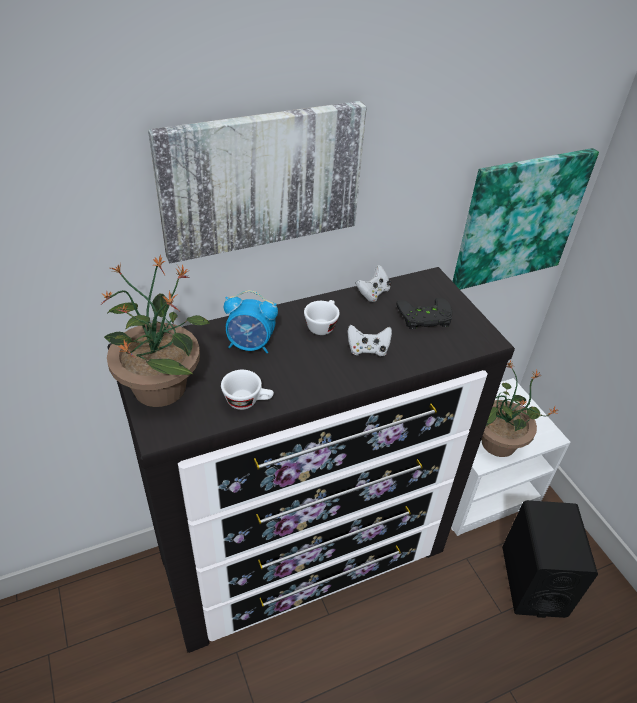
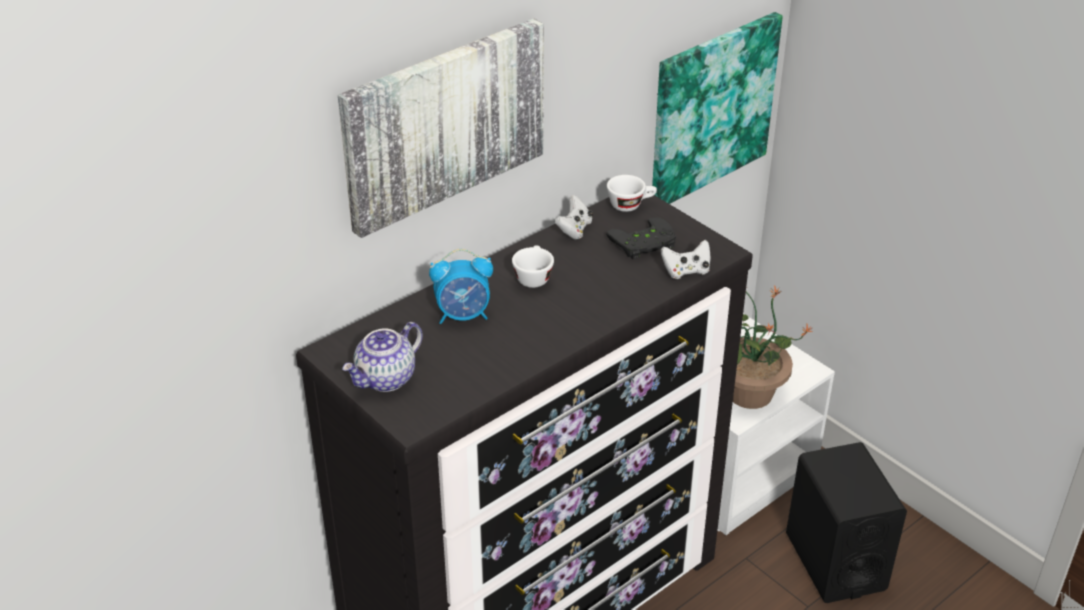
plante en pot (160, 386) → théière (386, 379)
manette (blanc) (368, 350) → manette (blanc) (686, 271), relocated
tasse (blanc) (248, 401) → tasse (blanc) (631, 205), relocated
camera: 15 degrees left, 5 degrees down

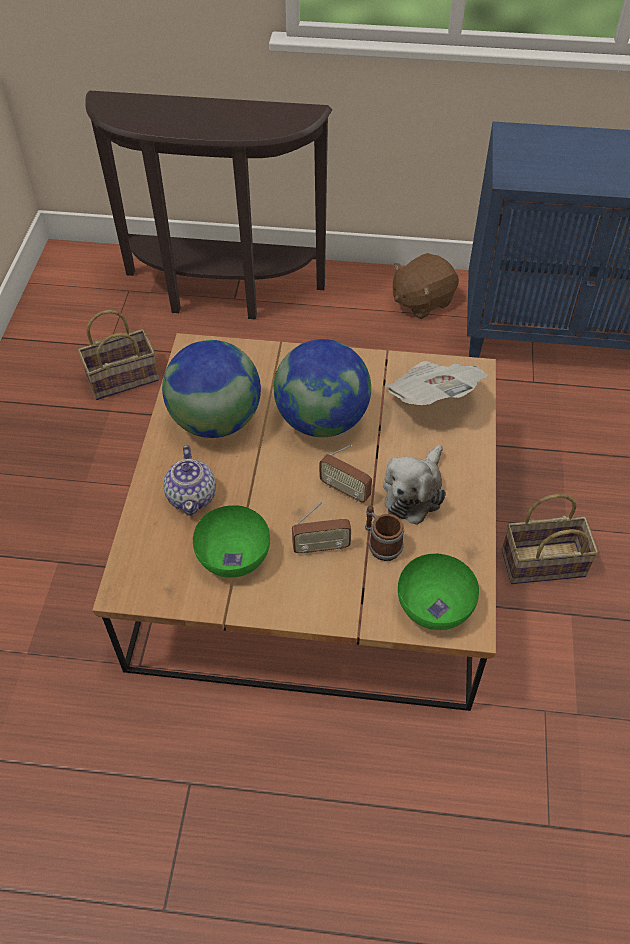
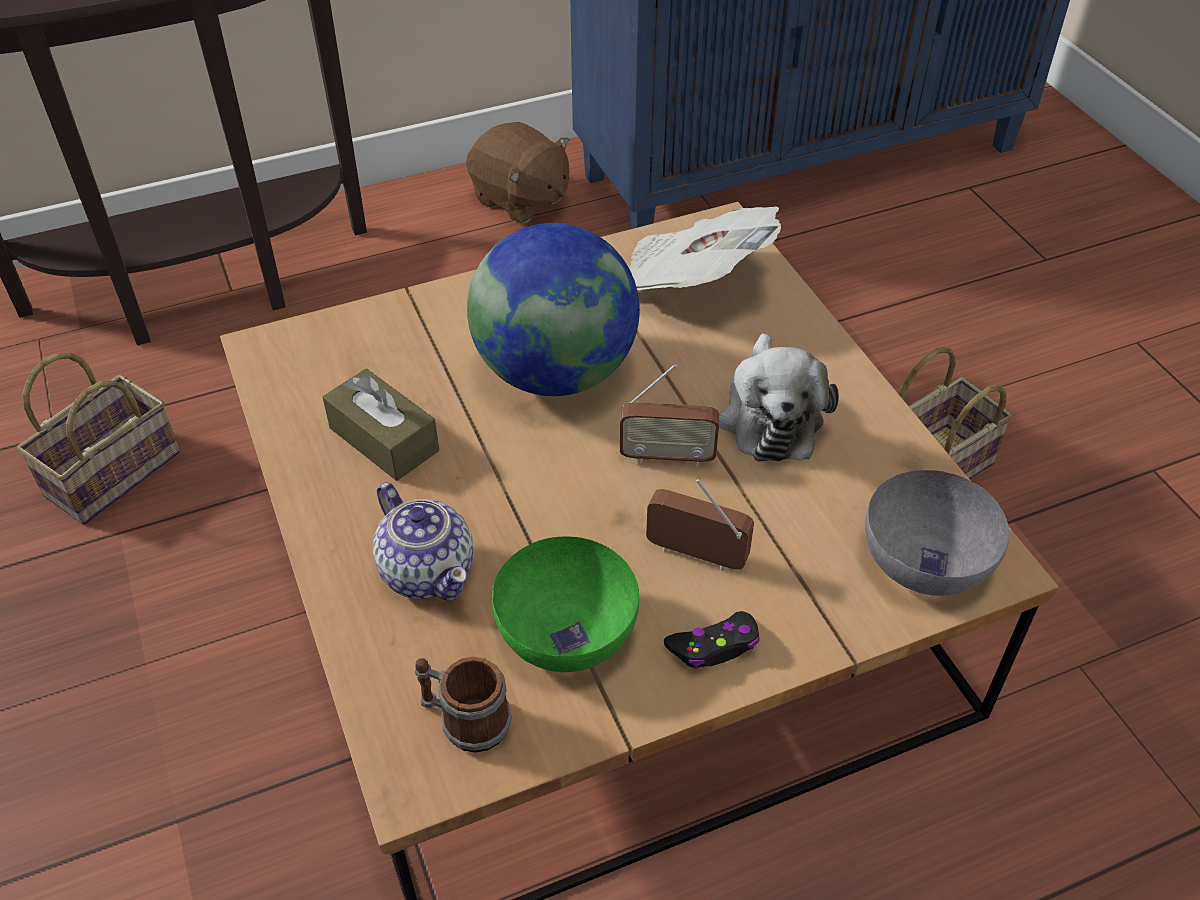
peluche (marron) (421, 301) → peluche (marron) (520, 200), 75 degrees counterclockwise
globe (216, 421) → boîte à mouchoirs (marron) (384, 439)
radio (321, 547) → radio (696, 555), 120 degrees counterclockwise
mug (381, 543) → mug (464, 721), relocated
bol (vert) (435, 604) → bol (gris) (925, 559)
- → manette (noir) (714, 647)
camera: 30 degrees left, 5 degrees down

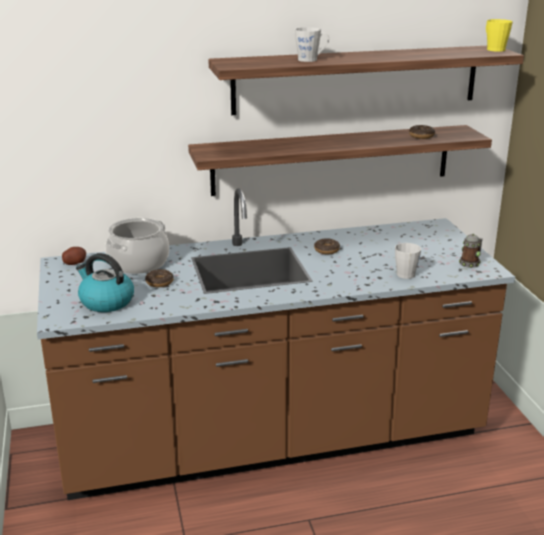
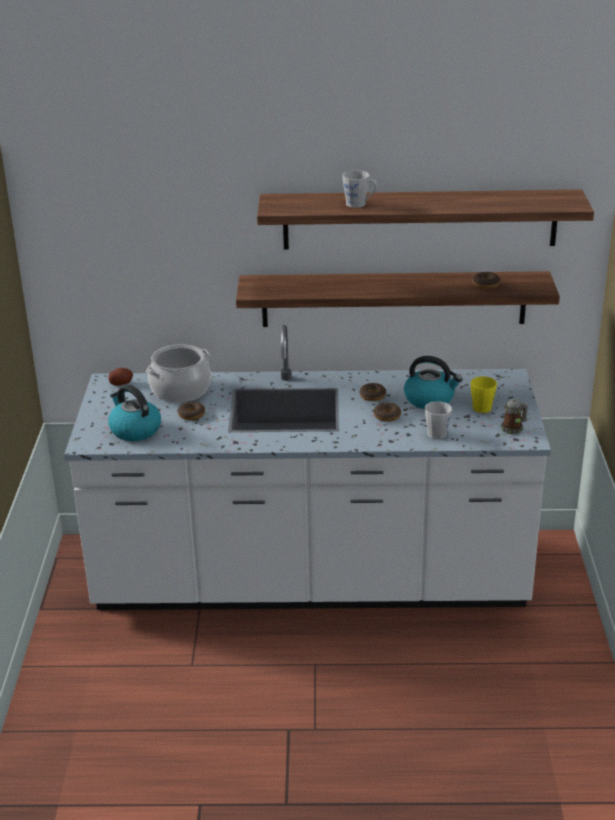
mug (jaune) (493, 49) → mug (jaune) (481, 406), relocated
comptoir de cuisine (marron) (272, 438) → comptoir de cuisine (blanc) (311, 580)
- → bouilloire (430, 399)
- → beignet (387, 416)
camera: 15 degrees right, 5 degrees up

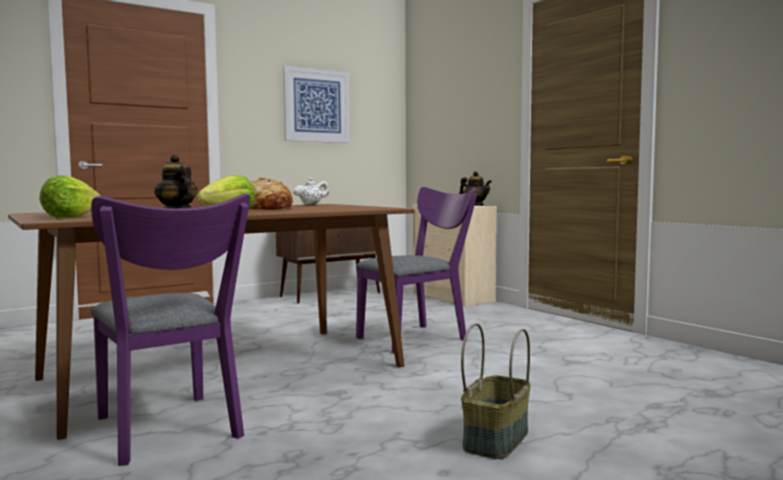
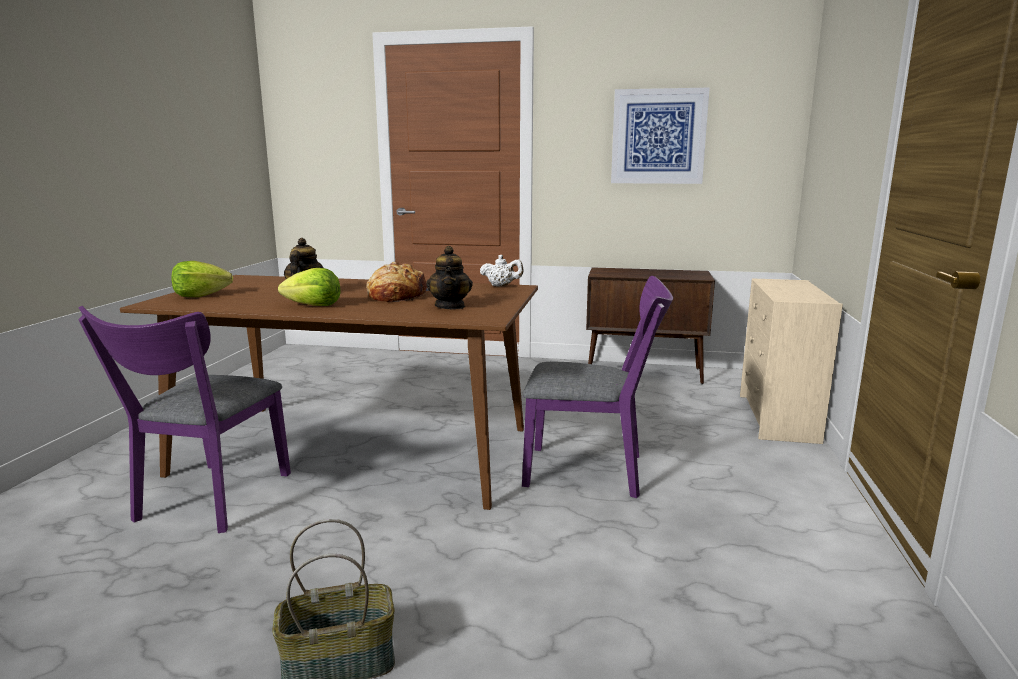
théière (475, 205) → théière (450, 306), relocated
camera: 45 degrees right, 10 degrees up

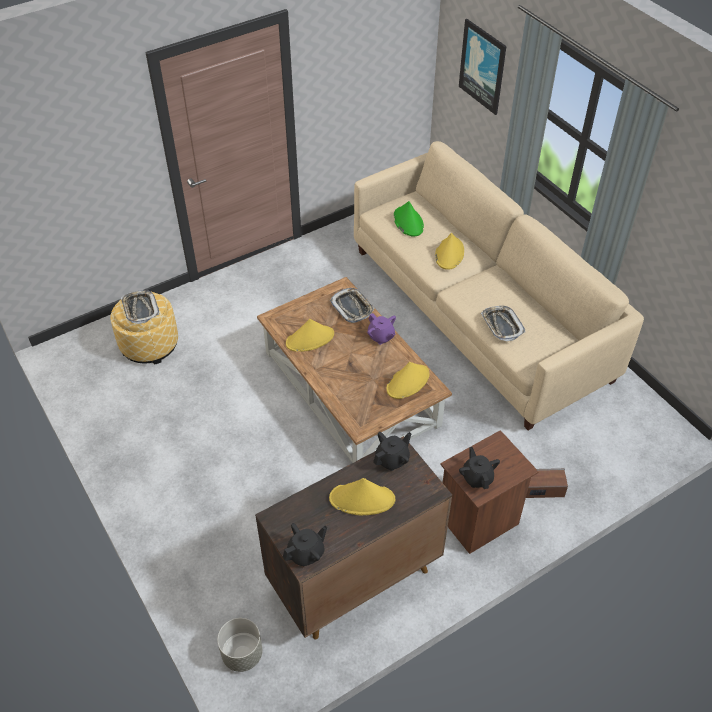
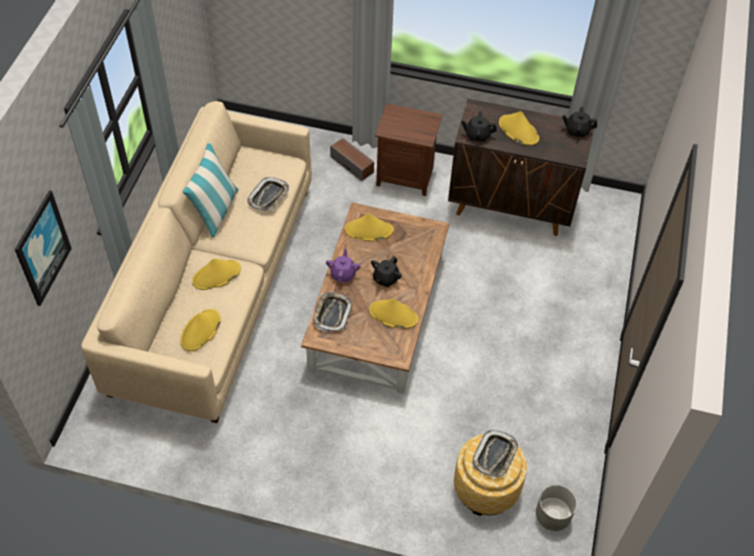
chapeau (vert) (408, 222) → chapeau (jaune) (200, 330)
théière (noir) (477, 477) → théière (noir) (385, 279), relocated
cache-pot (gris) (242, 654) → cache-pot (gris) (553, 516), relocated
- → coussin (216, 211)
camera: 135 degrees left, 5 degrees up

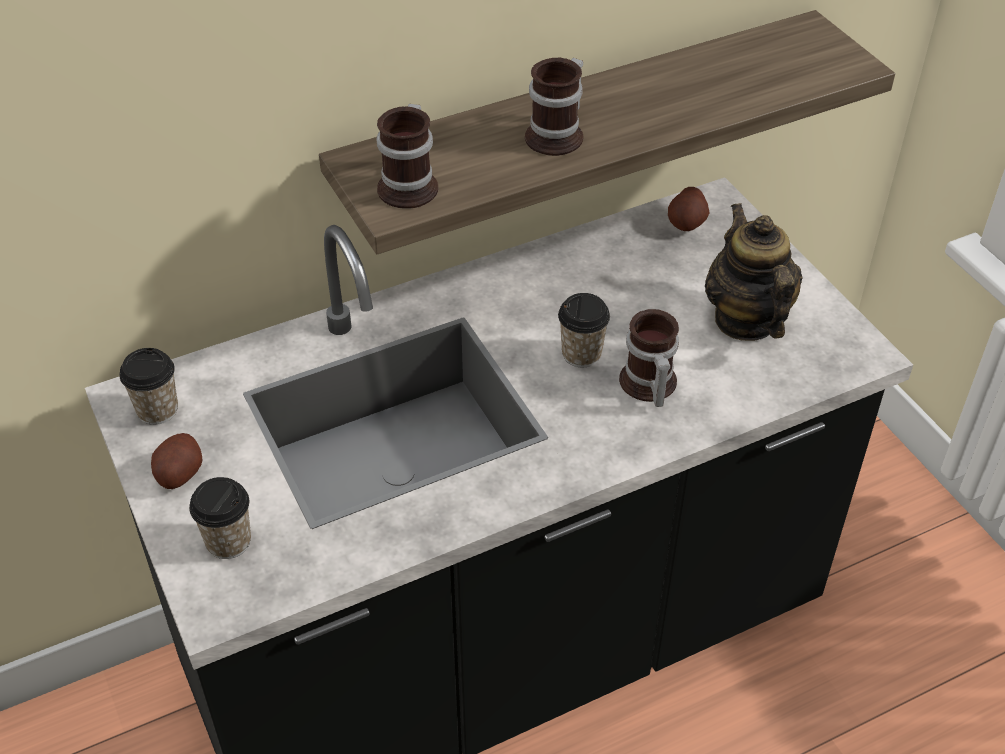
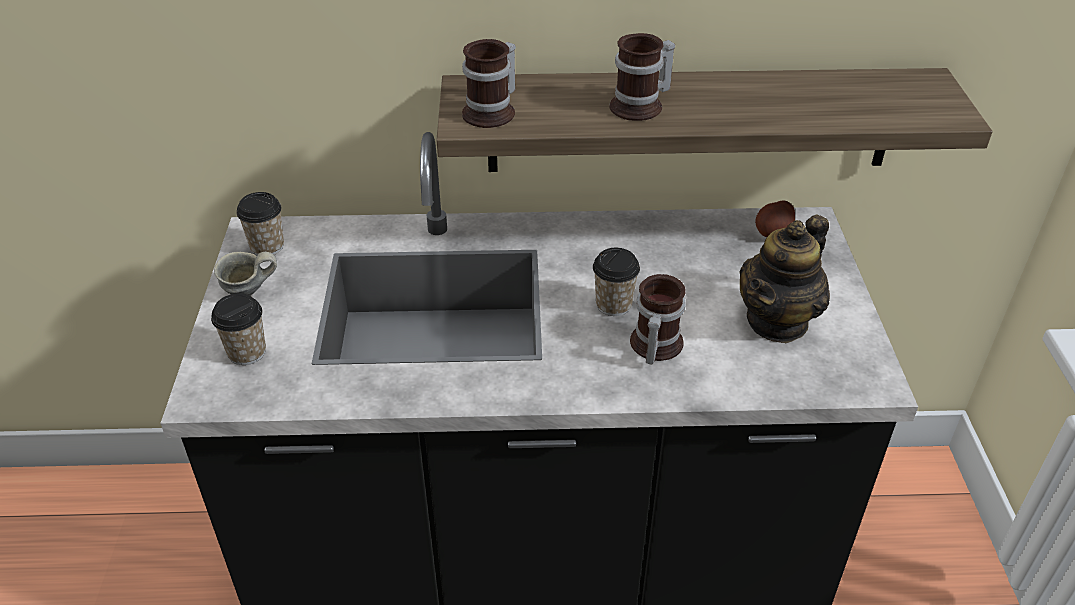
théière (746, 319) → théière (777, 321), 150 degrees counterclockwise
pomme de terre (179, 473) → mug (gris) (249, 294)
camera: 25 degrees right, 5 degrees down

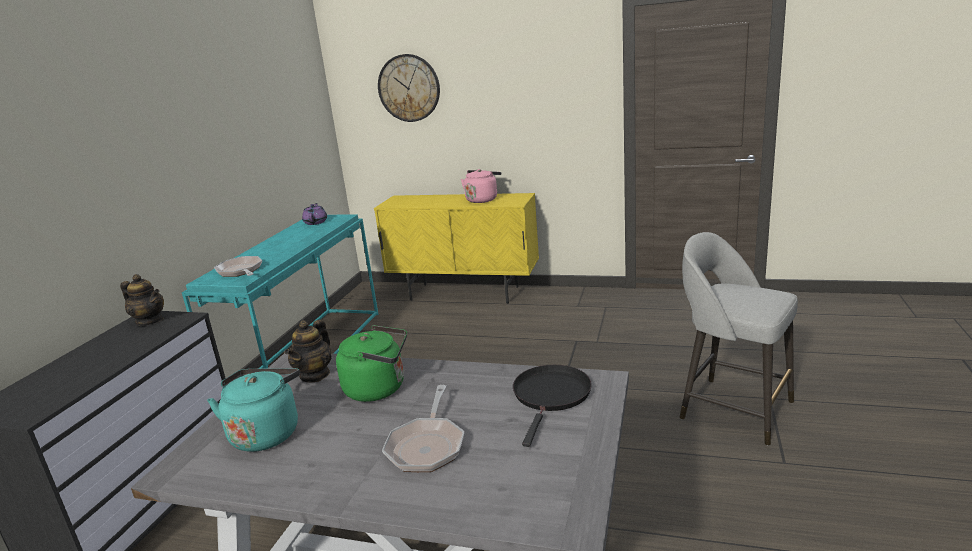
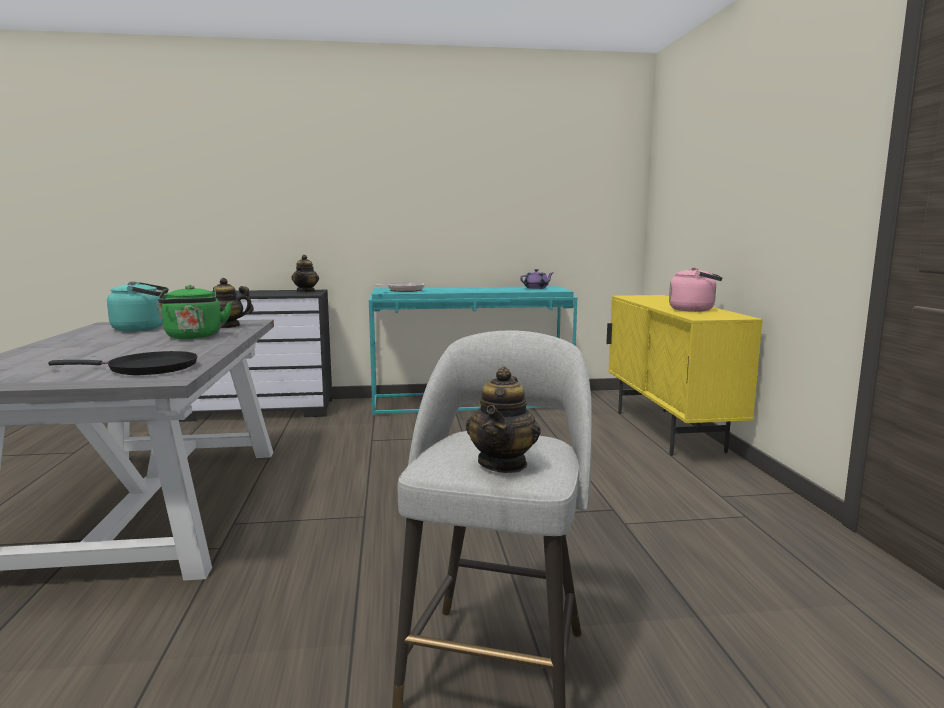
horloge murale (409, 88) → -
poêle (427, 445) → -
- → théière (503, 463)
camera: 65 degrees right, 10 degrees down

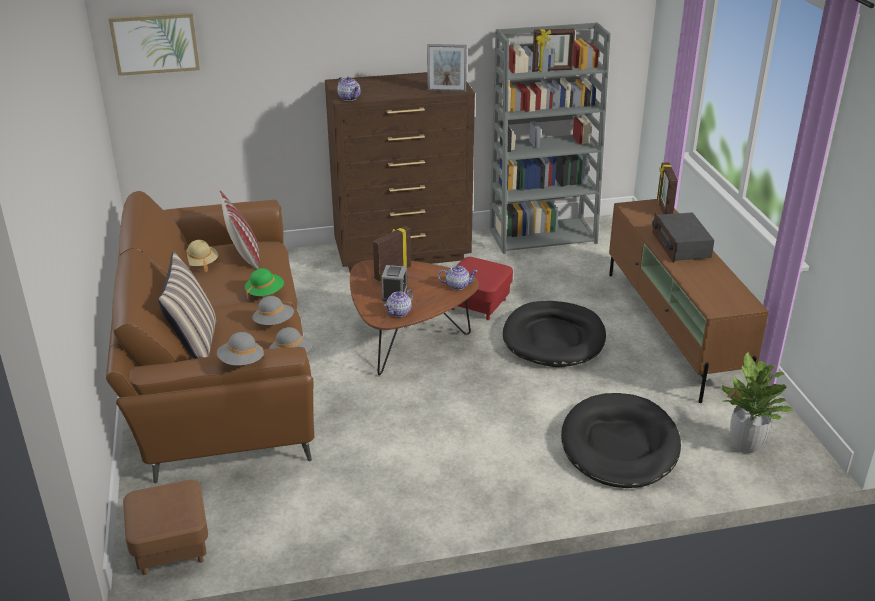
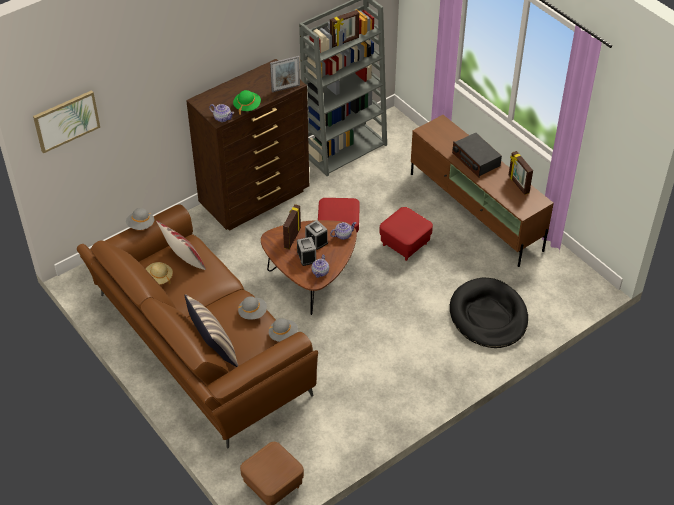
cadre photo (663, 209) → cadre photo (518, 184), relocated
chapeau (vert) (265, 293) → chapeau (vert) (247, 106), relocated
panier pour chien (noir) (554, 338) → pouf (rouge) (405, 244)
chapeau (gris) (241, 362) → chapeau (gris) (141, 225), relocated
plante en pot (745, 445) → -
- → réveil (316, 240)
camera: 25 degrees left, 15 degrees up

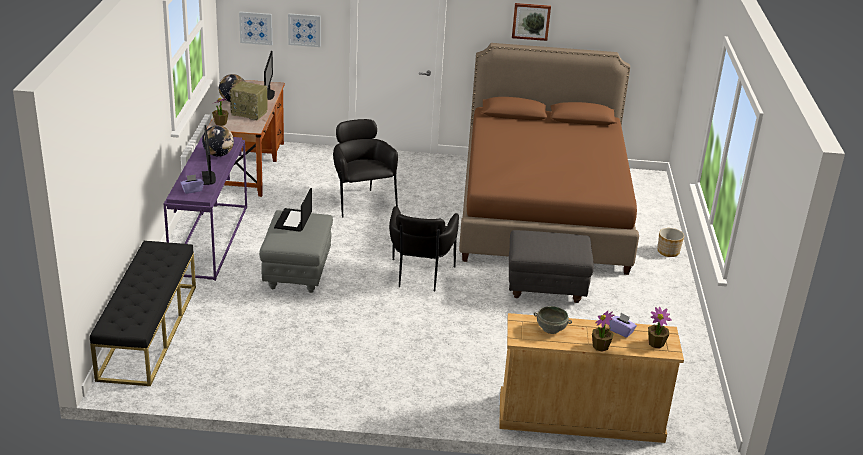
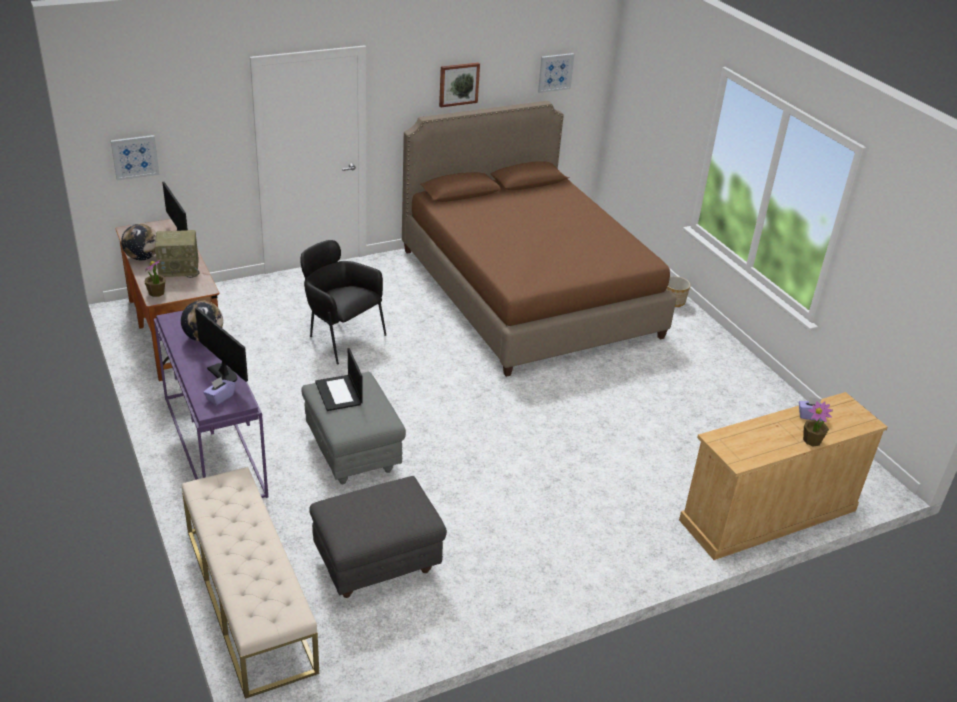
tableau (304, 30) → tableau (555, 72), relocated
fauteuil (noir) (420, 277) → -
pouf (gris) (546, 289) → pouf (gris) (377, 564), relocated
banc (noir) (148, 331) → banc (beige) (249, 598)
bol (gris) (551, 329) → -
plante en pot (656, 343) → -
camera: 30 degrees left, 5 degrees up

